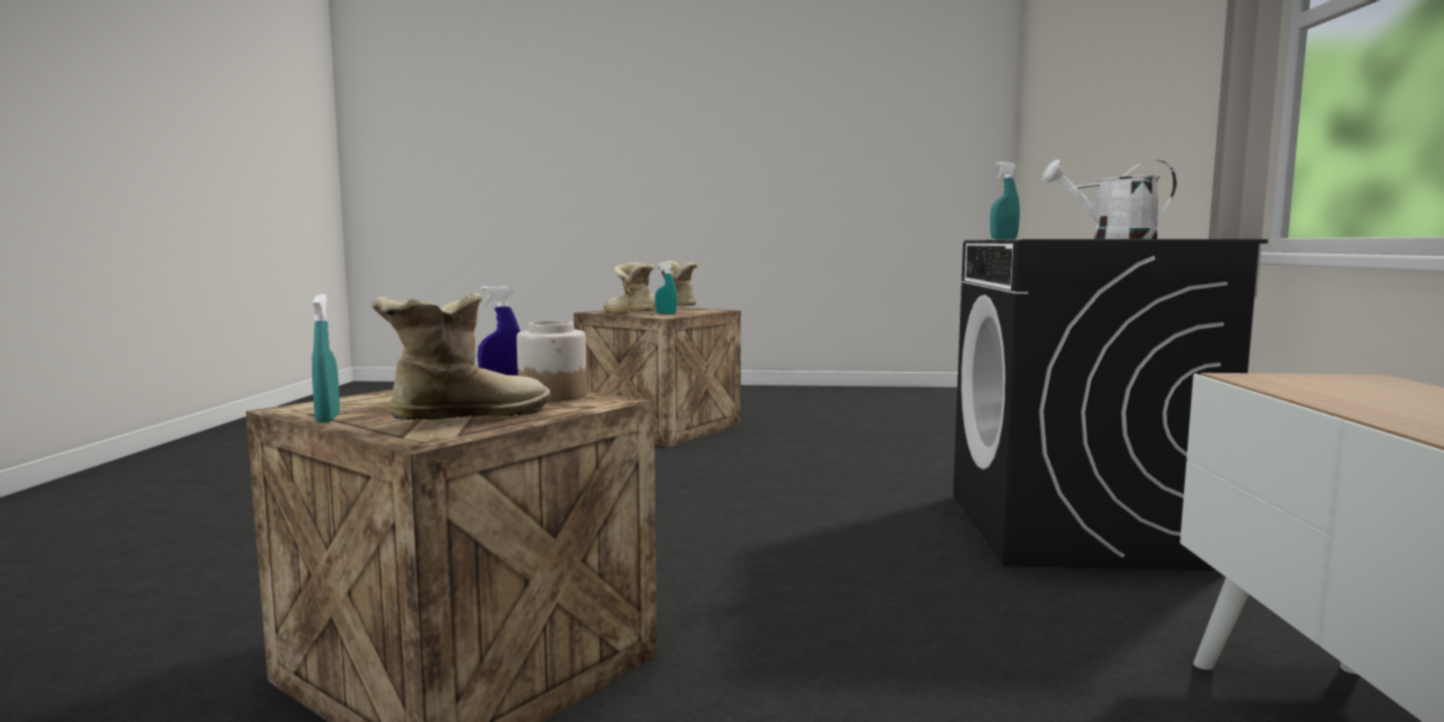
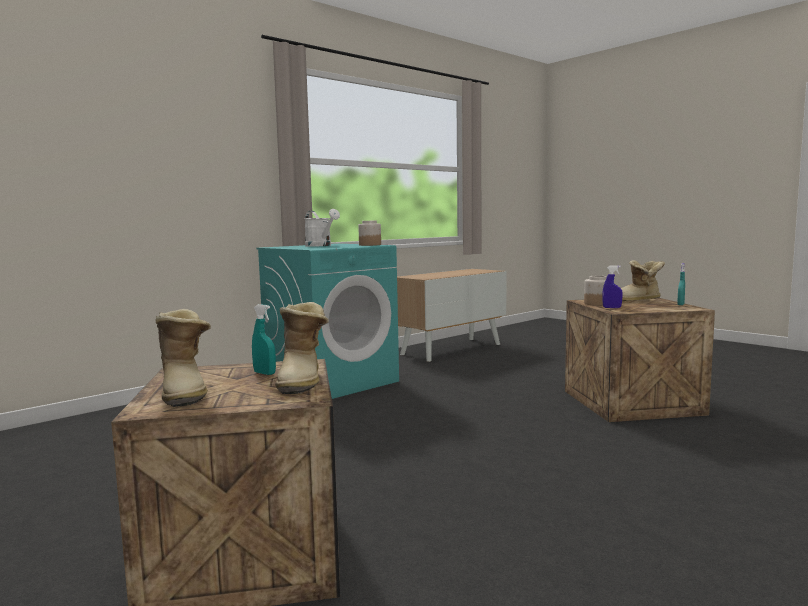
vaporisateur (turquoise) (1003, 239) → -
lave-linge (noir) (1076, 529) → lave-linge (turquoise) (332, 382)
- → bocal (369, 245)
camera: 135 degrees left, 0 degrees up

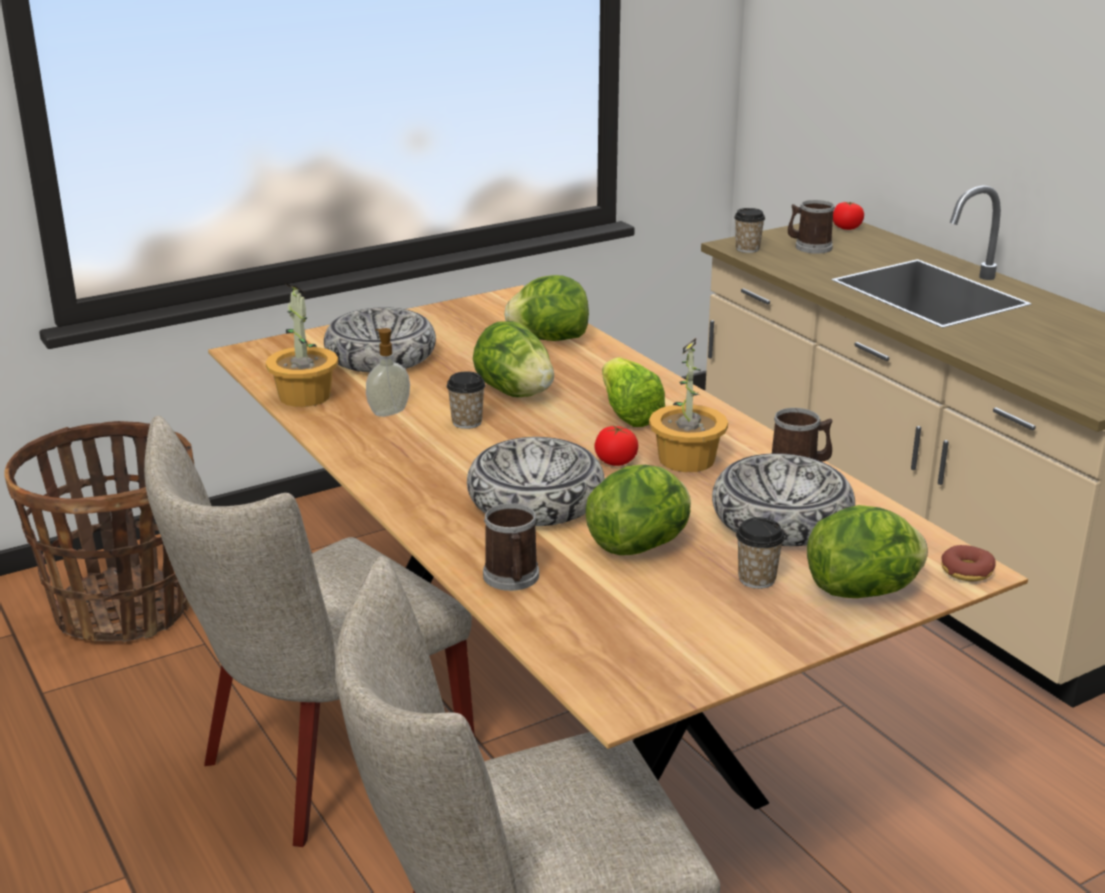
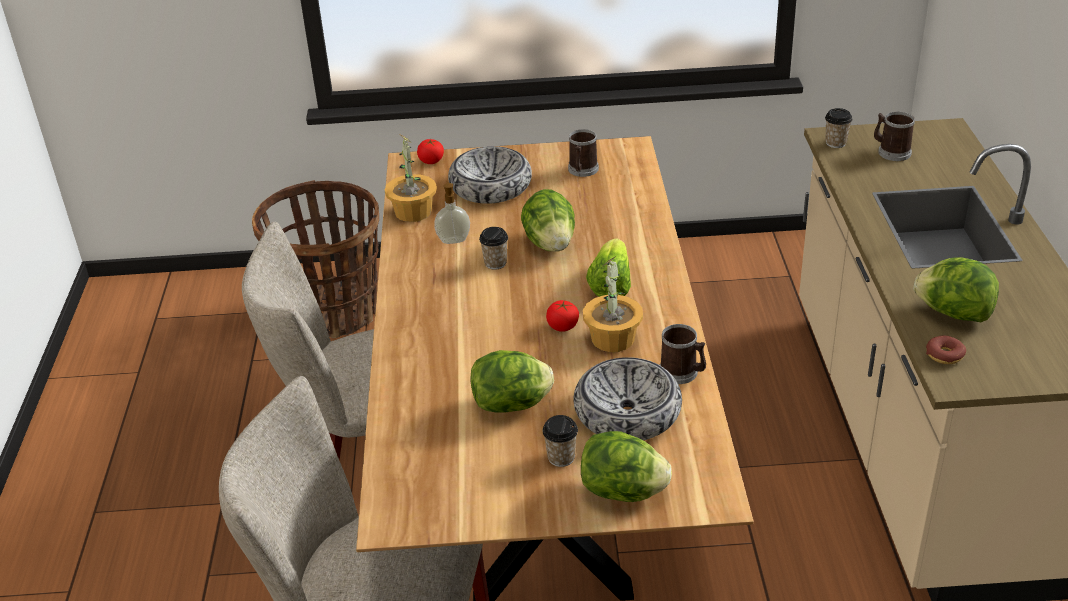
tomate (846, 228) → tomate (431, 161), relocated
laitue (549, 339) → laitue (953, 313), relocated
bol (535, 501) → -
mug (512, 579) → mug (582, 170), relocated
beignet (966, 571) → beignet (944, 355), relocated
camera: 30 degrees right, 10 degrees up

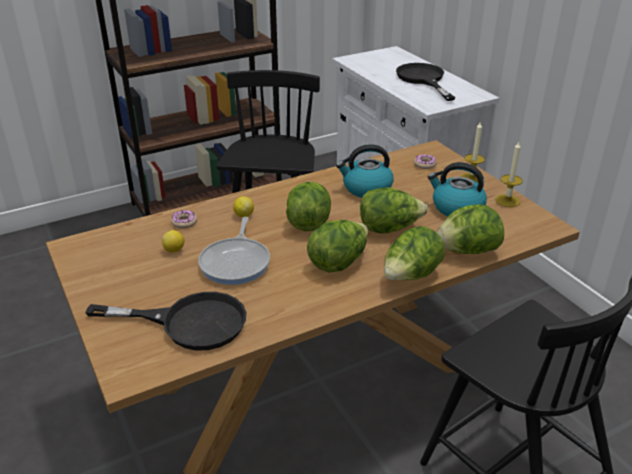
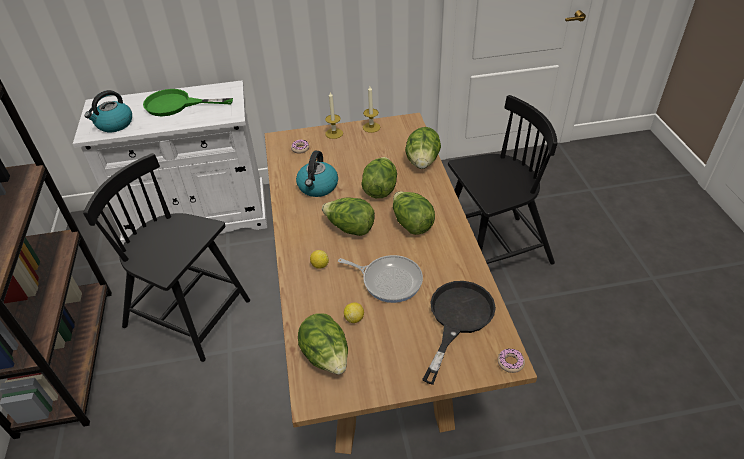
poêle (noir) (423, 79) → poêle (vert) (176, 105)
bouilloire (456, 208) → bouilloire (114, 124), relocated
beignet (184, 222) → beignet (510, 362), relocated
laitue (411, 277) → laitue (326, 357), relocated
camera: 70 degrees left, 10 degrees up

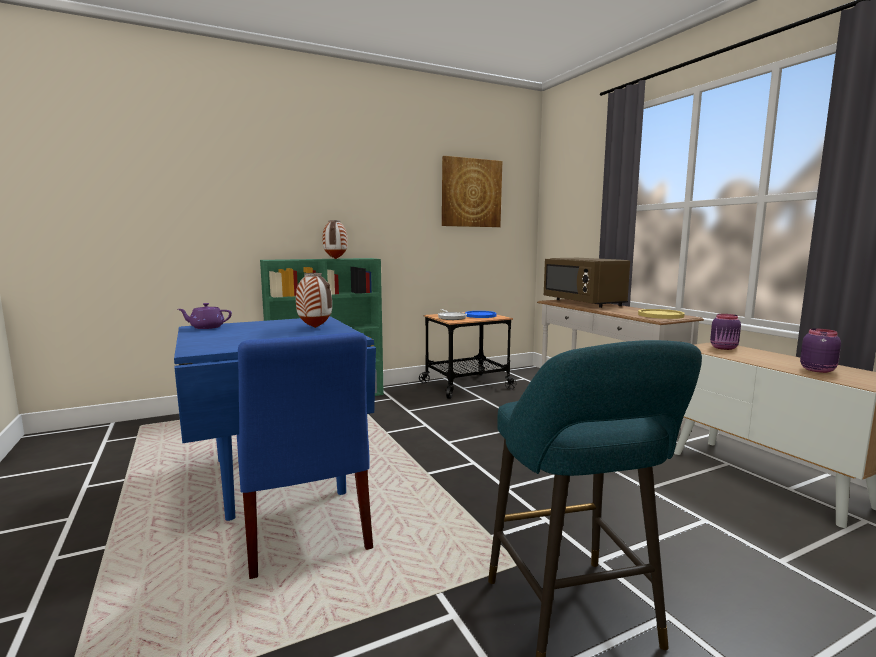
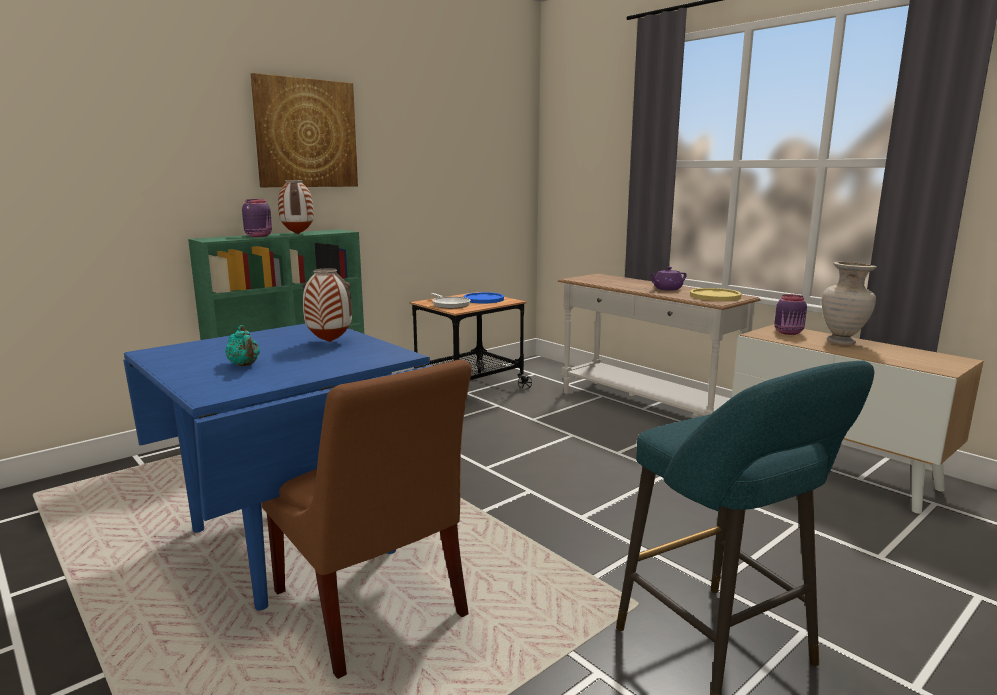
tableau (471, 193) → tableau (306, 133), relocated
micro-ondes (marron) (583, 303) → -
théière (violet) (206, 327) → théière (violet) (667, 289), relocated
bocal (violet) (818, 370) → bocal (violet) (259, 236), relocated
chaise (bleu) (304, 533) → chaise (marron) (371, 609)
- → vase (beige) (842, 342)
- → théière (turquoise) (244, 365)
camera: 15 degrees left, 5 degrees up

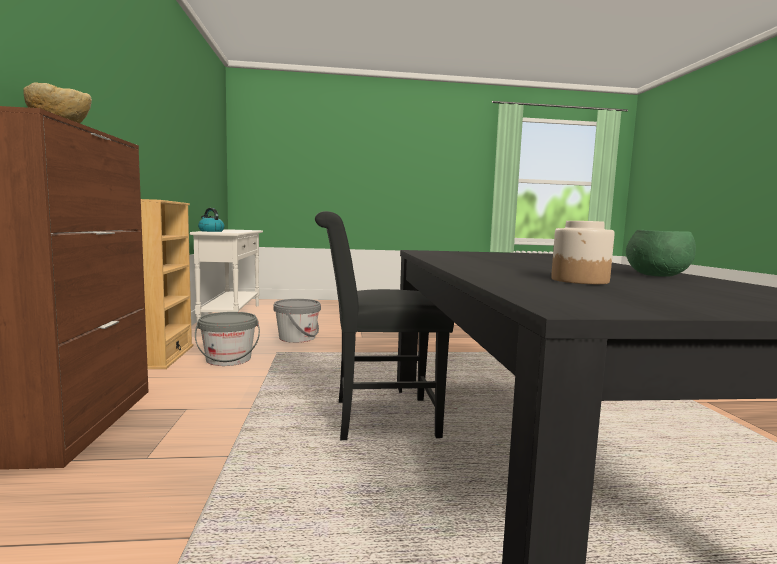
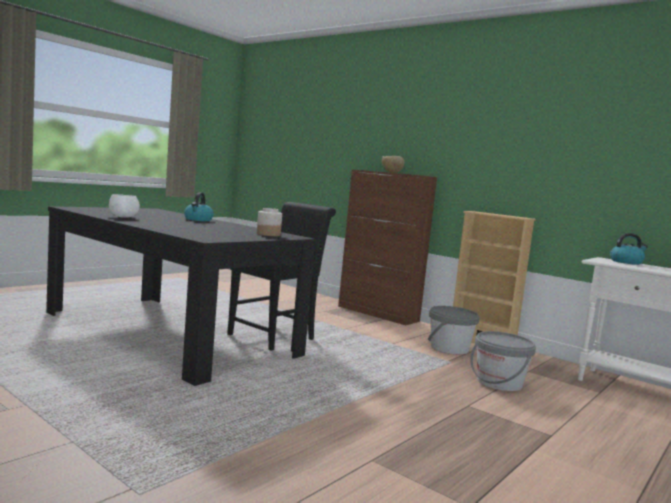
bocal (580, 280) → bocal (268, 234), relocated
bol (vert) (656, 276) → bol (blanc) (123, 217)
- → bouilloire (198, 220)
camera: 135 degrees right, 0 degrees up

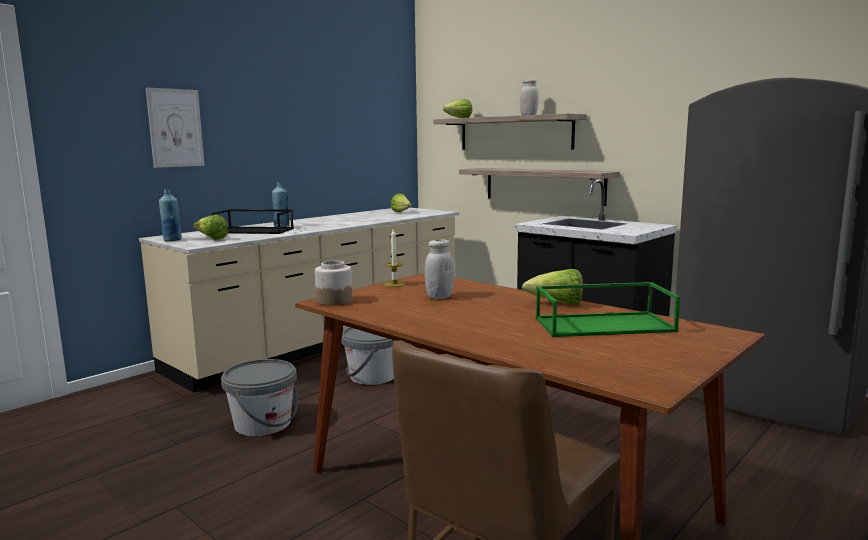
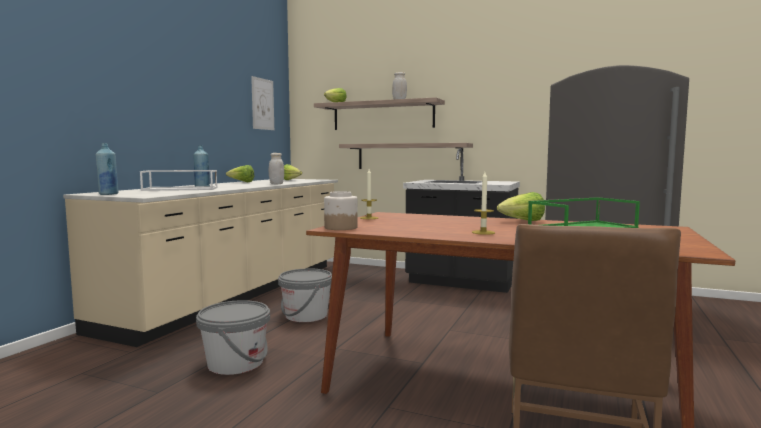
tableau (175, 128) → tableau (262, 104), relocated
plateau (noir) (255, 230) → plateau (blanc) (181, 189)
laitue (211, 239) → laitue (242, 182), relocated
bocal (blanc) (439, 297) → bocal (blanc) (276, 184), relocated
- → bougie (483, 232)
camera: 20 degrees left, 5 degrees down

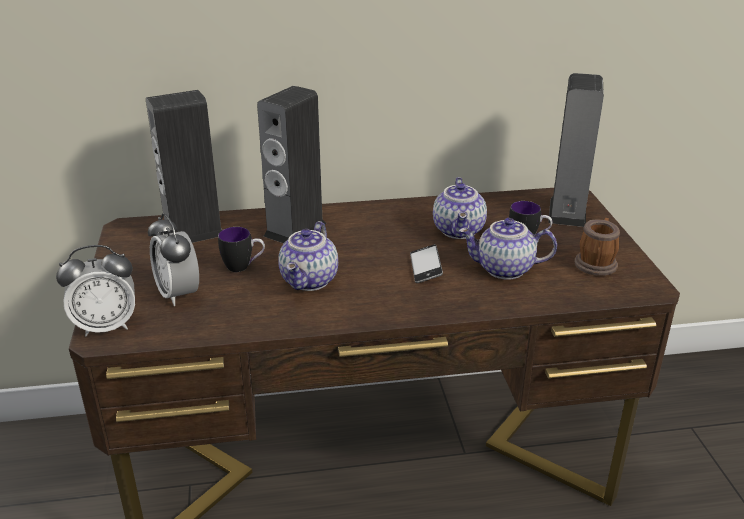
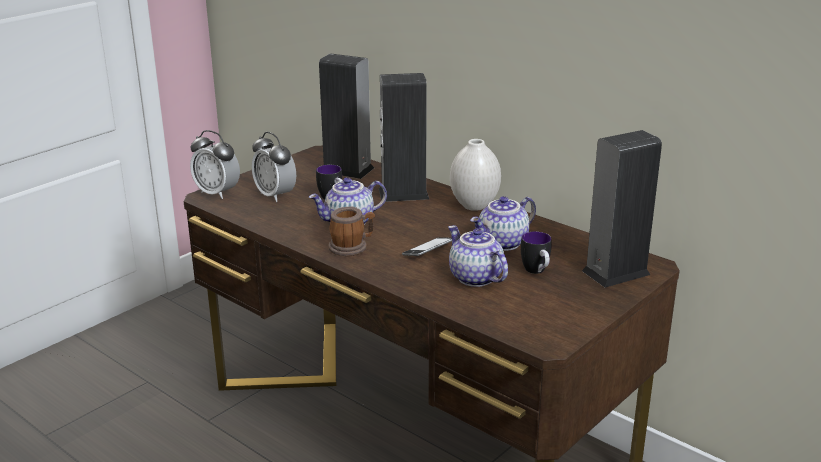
réveil (178, 294) → réveil (275, 195), 60 degrees counterclockwise
mug (596, 262) → mug (352, 247), relocated
- → vase (blanc) (473, 206)
camera: 50 degrees right, 5 degrees down

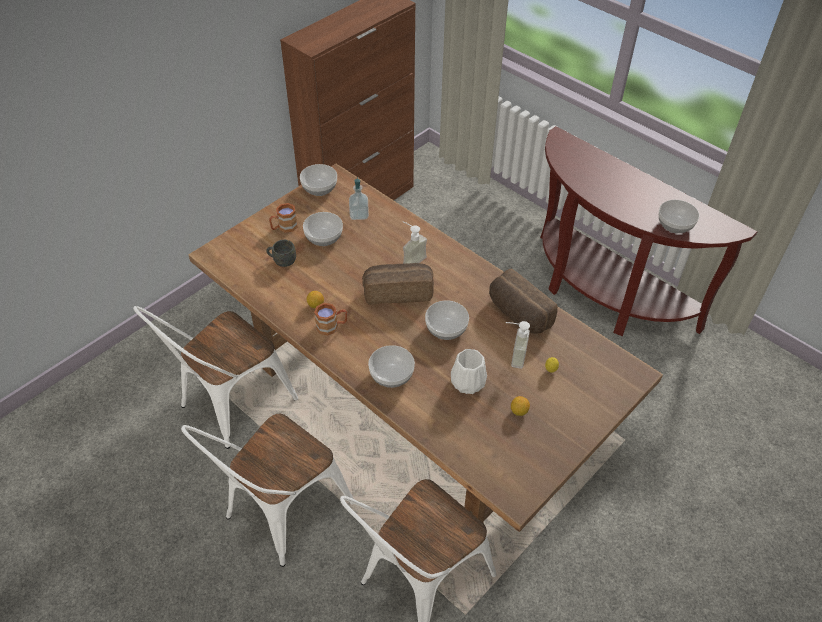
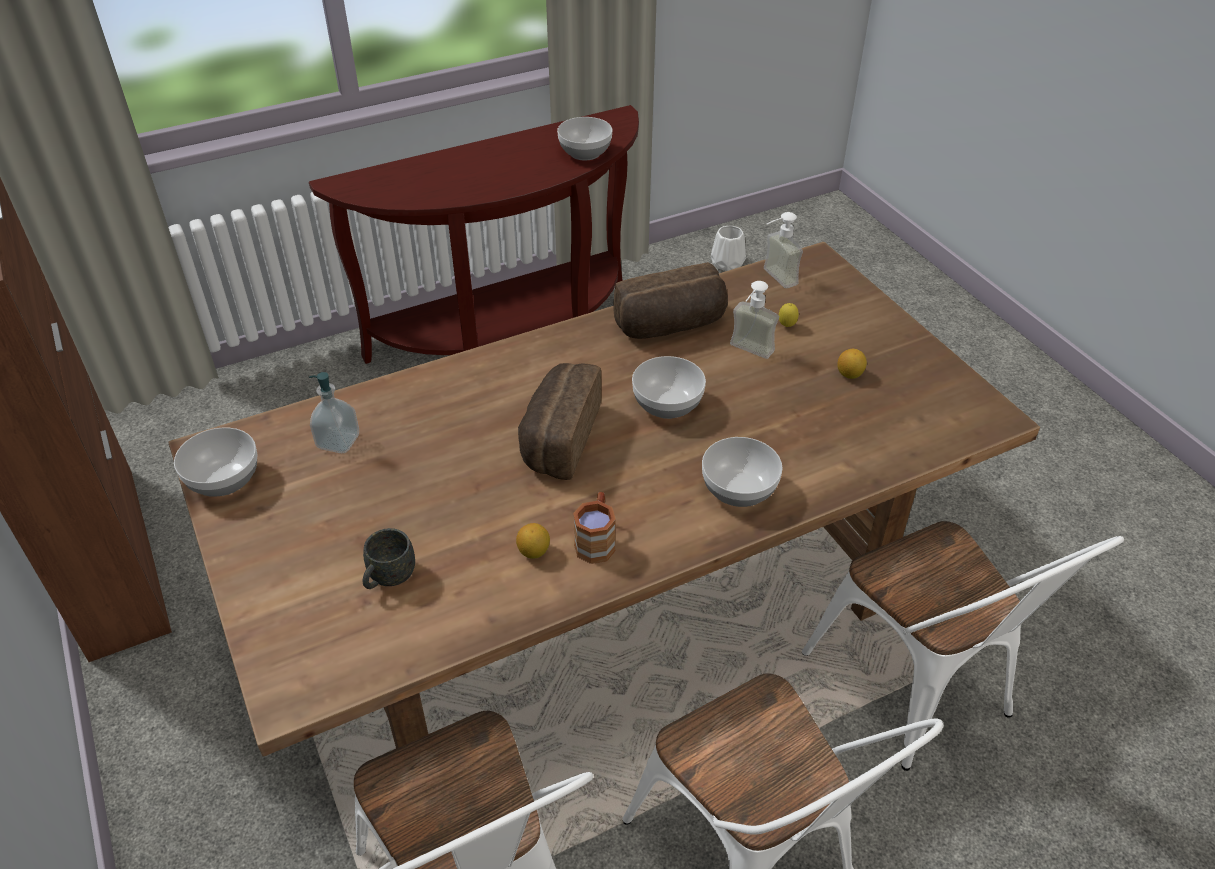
mug (marron) (284, 227) → -
bol (323, 238) → -
distributeur de savon (410, 259) → distributeur de savon (773, 279), relocated
vase (blanc) (467, 382) → vase (blanc) (727, 264), relocated
camera: 70 degrees left, 5 degrees down

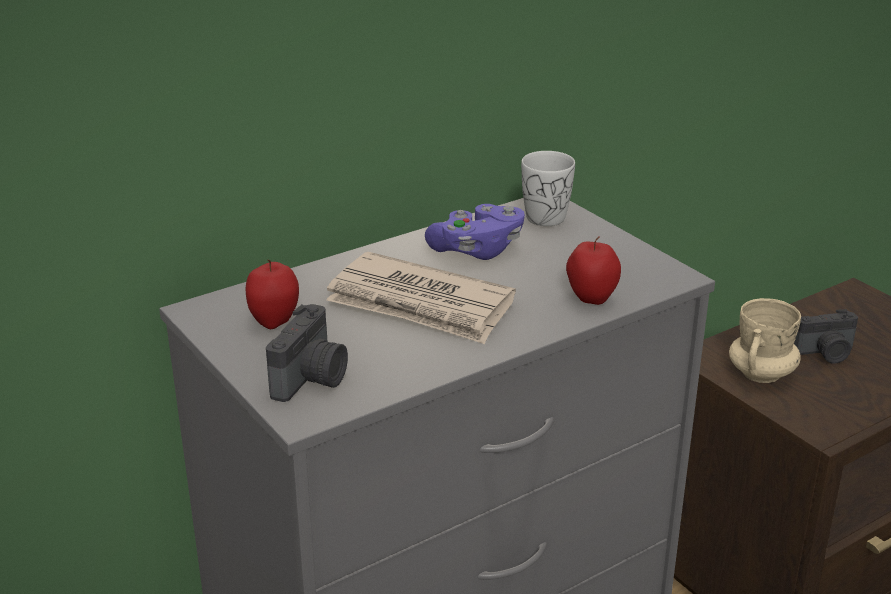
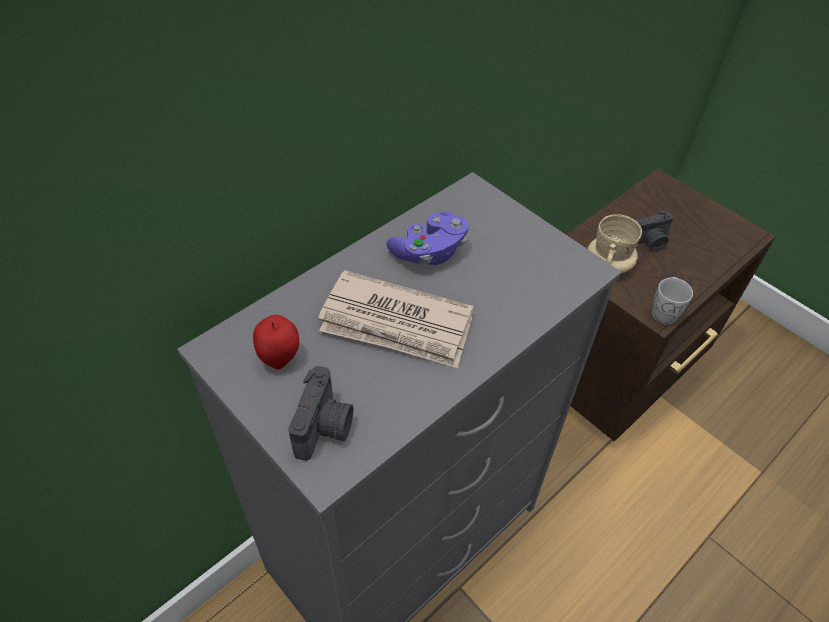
mug (blanc) (549, 214) → mug (blanc) (664, 311), relocated
pomme (591, 299) → -
camera: 10 degrees left, 20 degrees up

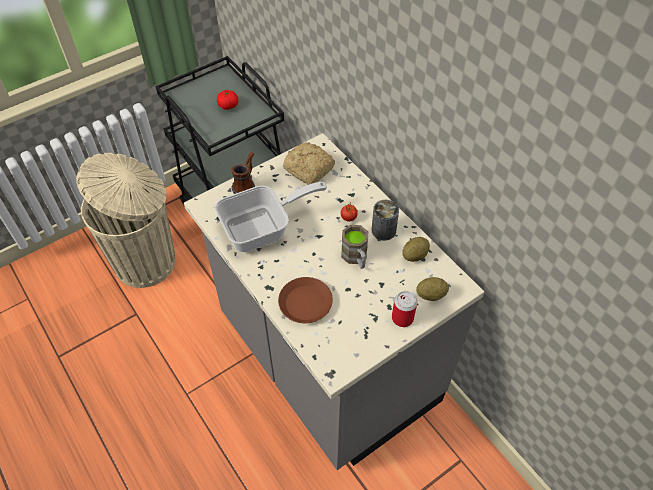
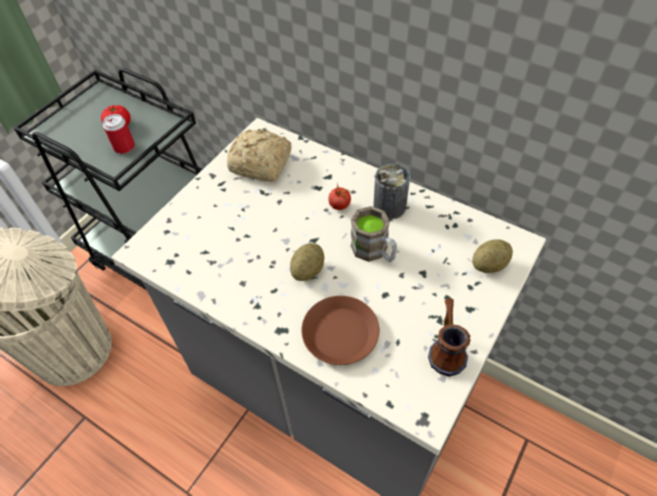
mug (246, 184) → mug (445, 348), relocated
poêle (263, 229) → -
pomme de terre (414, 255) → pomme de terre (307, 270), relocated
boîte métallique (402, 318) → boîte métallique (124, 147), relocated
camera: 20 degrees left, 0 degrees up

